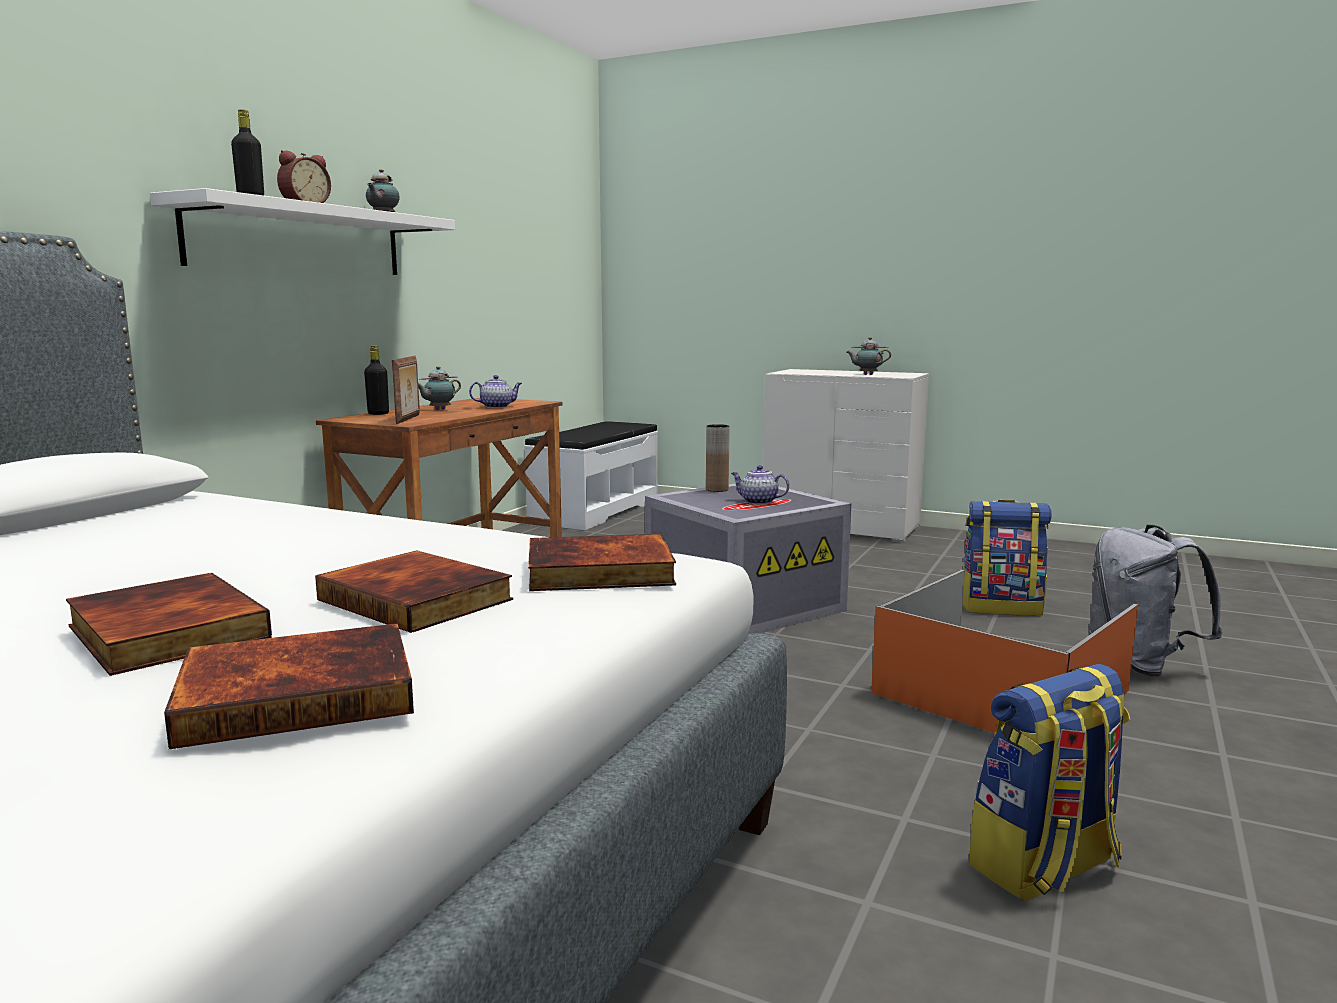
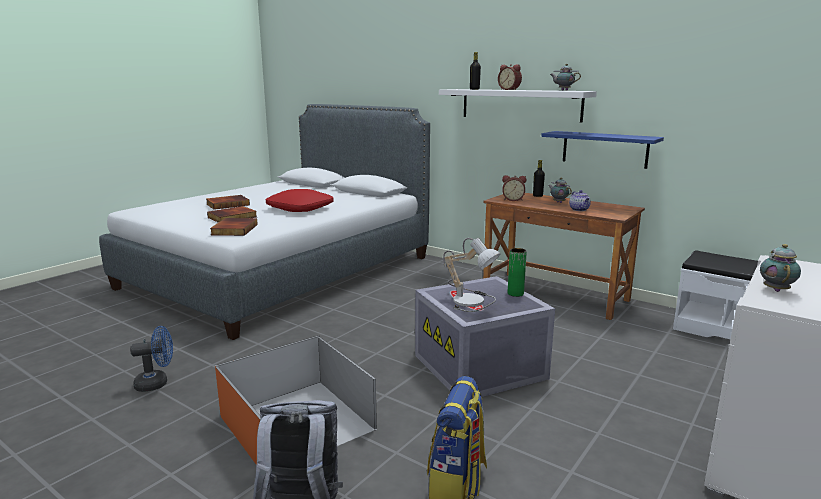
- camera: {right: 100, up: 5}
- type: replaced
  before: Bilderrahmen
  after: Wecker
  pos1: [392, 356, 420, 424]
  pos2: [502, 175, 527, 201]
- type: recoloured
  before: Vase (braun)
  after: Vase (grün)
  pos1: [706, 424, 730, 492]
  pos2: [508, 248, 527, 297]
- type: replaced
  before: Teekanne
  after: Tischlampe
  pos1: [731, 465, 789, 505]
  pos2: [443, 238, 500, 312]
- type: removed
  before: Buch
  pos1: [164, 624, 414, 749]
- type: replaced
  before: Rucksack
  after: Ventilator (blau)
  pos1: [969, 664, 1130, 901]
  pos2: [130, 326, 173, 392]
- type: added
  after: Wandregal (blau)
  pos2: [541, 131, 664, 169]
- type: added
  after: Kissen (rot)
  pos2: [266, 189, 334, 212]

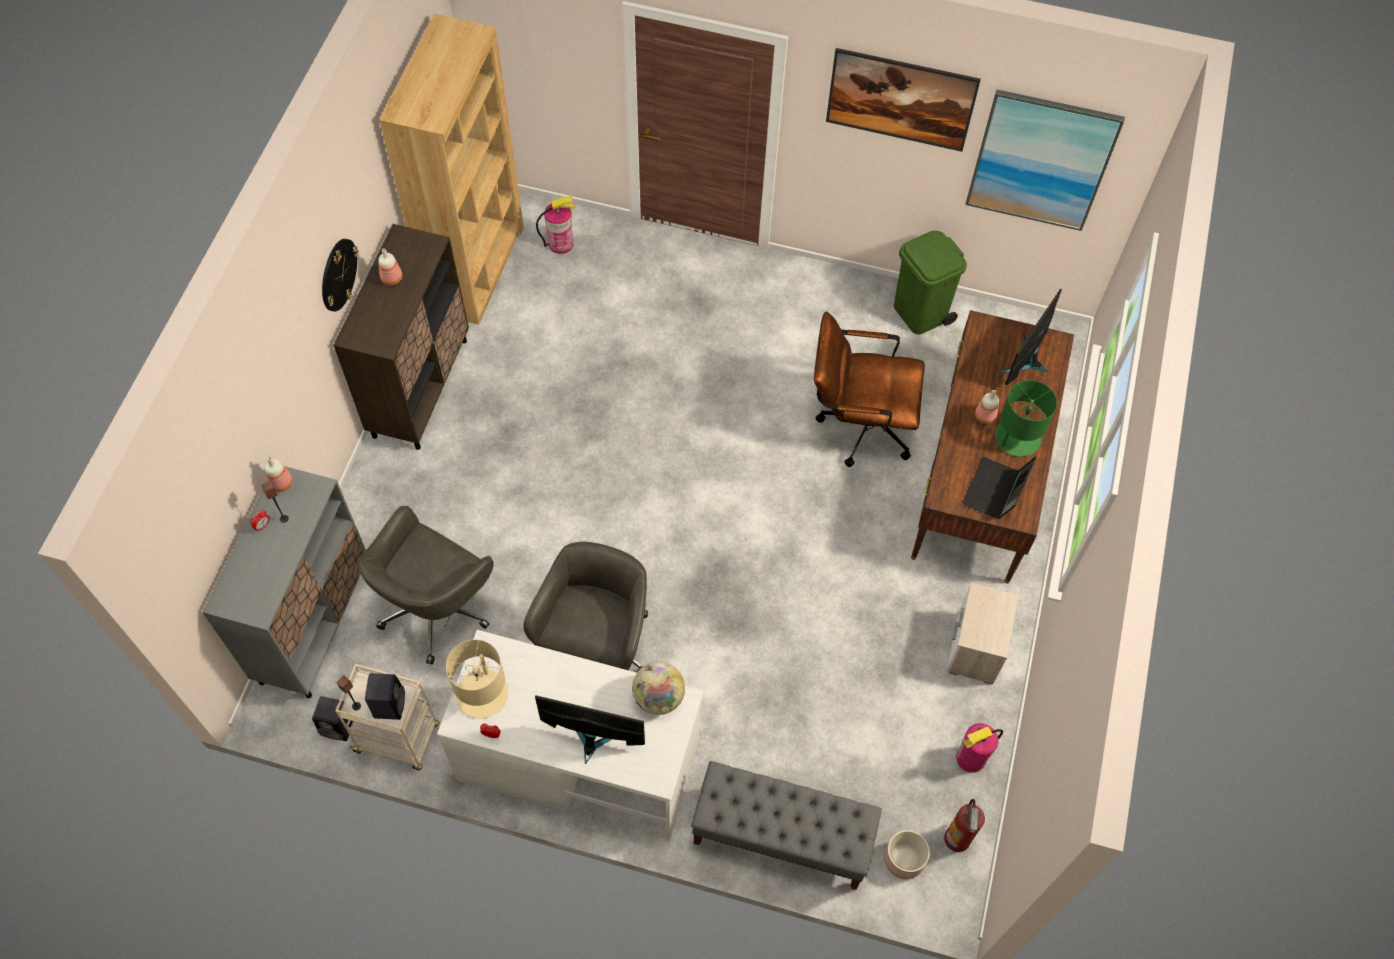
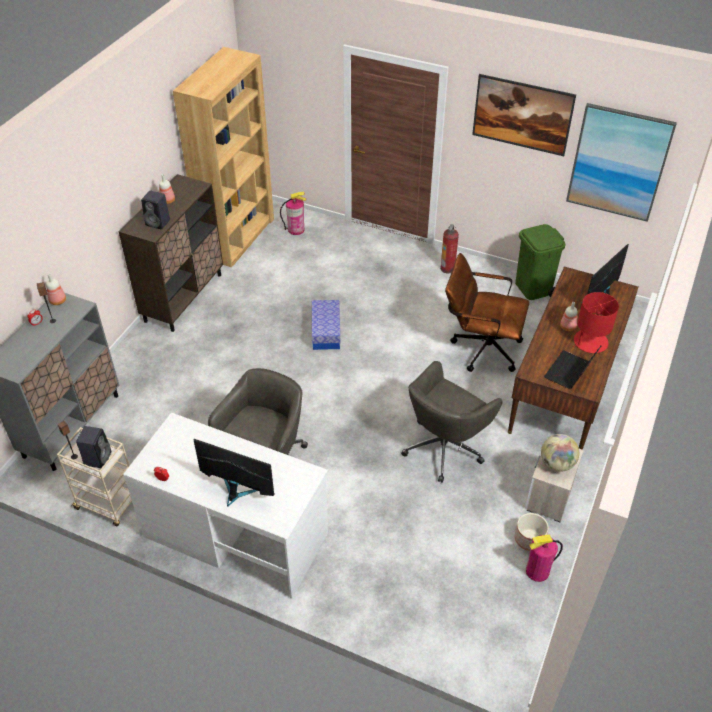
- camera: {right: 10, up: -15}
- type: removed
  before: Wanduhr
  pos1: [322, 239, 358, 312]
- type: recoloured
  before: Tischlampe (grün)
  after: Tischlampe (rot)
  pos1: [995, 380, 1057, 457]
  pos2: [573, 292, 619, 353]
- type: moved
  before: Bürostuhl (grau)
  pos1: [358, 506, 494, 665]
  pos2: [401, 361, 503, 483]
- type: removed
  before: Tischlampe (beige)
  pos1: [446, 639, 508, 719]
- type: moved
  before: Globus
  pos1: [632, 661, 685, 715]
  pos2: [541, 434, 579, 472]
- type: moved
  before: Lautsprecher (schwarz)
  pos1: [312, 696, 353, 741]
  pos2: [141, 191, 170, 229]
- type: removed
  before: Bank (grau)
  pos1: [691, 761, 882, 890]
- type: moved
  before: Feuerlöscher
  pos1: [944, 799, 985, 852]
  pos2: [440, 224, 459, 273]
- type: moved
  before: Pflanzkübel
  pos1: [884, 830, 930, 879]
  pos2: [515, 513, 549, 551]
- type: added
  after: Aufbewahrungsbox
  pos2: [312, 300, 340, 350]

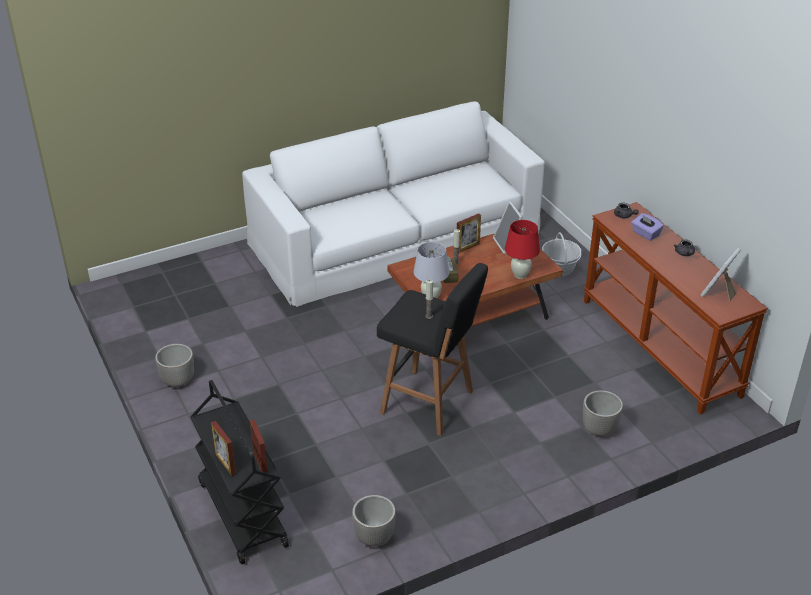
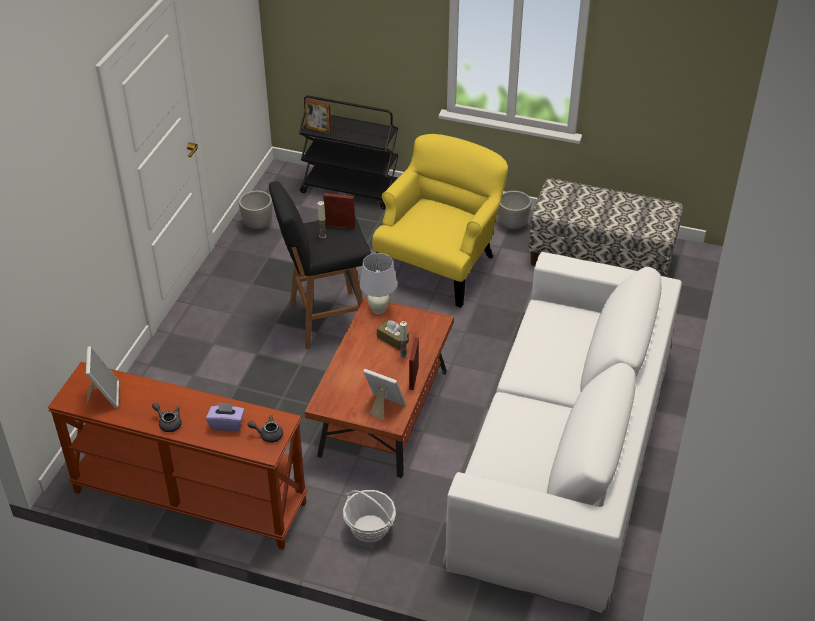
- camera: {right: 135, up: 5}
- type: removed
  before: Tischlampe (rot)
  pos1: [505, 220, 540, 279]
- type: removed
  before: Pflanzkübel
  pos1: [583, 390, 623, 436]
- type: moved
  before: Bilderrahmen
  pos1: [211, 421, 236, 476]
  pos2: [323, 193, 355, 229]
- type: added
  after: Sessel (gelb)
  pos2: [372, 134, 508, 308]
- type: added
  after: Bank
  pos2: [528, 178, 683, 277]

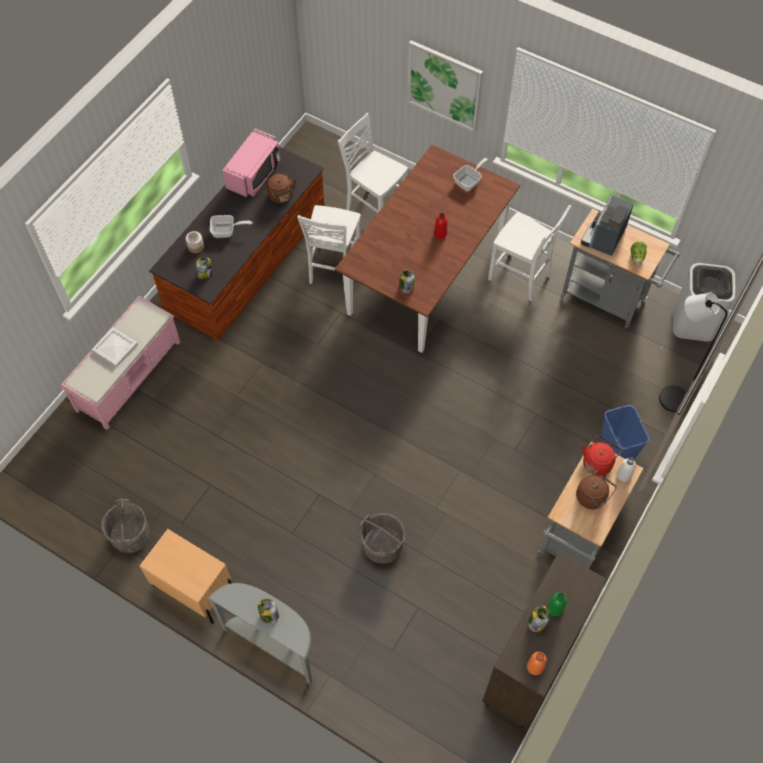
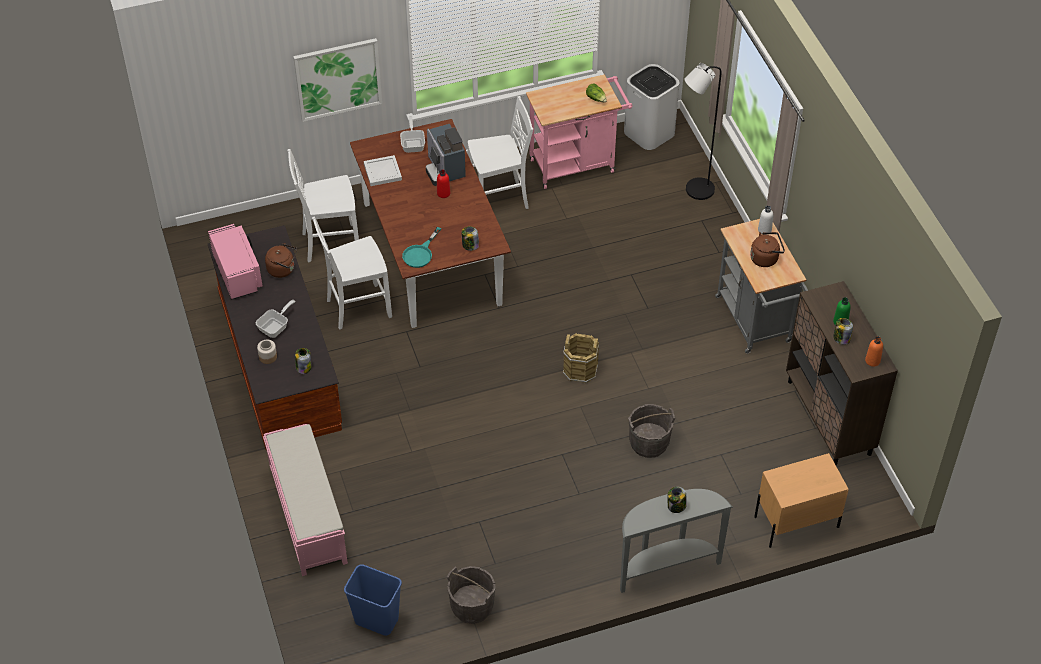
- camera: {right: -50, up: -10}
- type: moved
  before: Kaffeemaschine
  pos1: [581, 194, 634, 256]
  pos2: [426, 124, 466, 186]
- type: turned
  before: Stuhl (weiß)
  pos1: [297, 205, 361, 284]
  pos2: [312, 217, 392, 330]
  turn: 105
- type: recoloured
  before: Rollwagen (grau)
  after: Rollwagen (rosa)
  pos1: [561, 209, 680, 329]
  pos2: [526, 74, 633, 189]
- type: moved
  before: Tablett (weiß)
  pos1: [91, 327, 138, 367]
  pos2: [364, 155, 402, 186]
- type: moved
  before: Mülleimer (blau)
  pos1: [600, 405, 649, 460]
  pos2: [344, 564, 402, 636]
- type: removed
  before: Wasserkessel (rot)
  pos1: [581, 435, 622, 476]
- type: moved
  before: Nachttisch (beige)
  pos1: [140, 529, 232, 624]
  pos2: [754, 453, 849, 548]
- type: added
  after: Pfanne (türkis)
  pos2: [402, 227, 441, 268]
- type: added
  after: Eimer (braun)
  pos2: [563, 333, 599, 383]

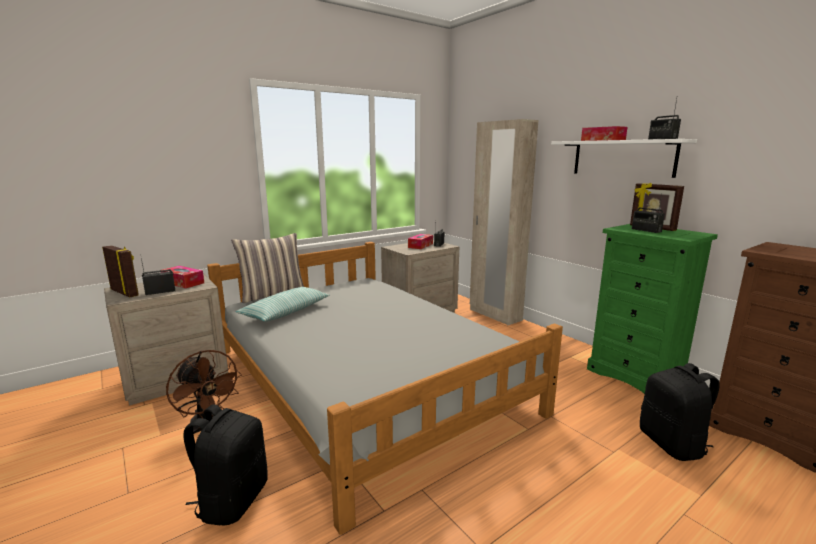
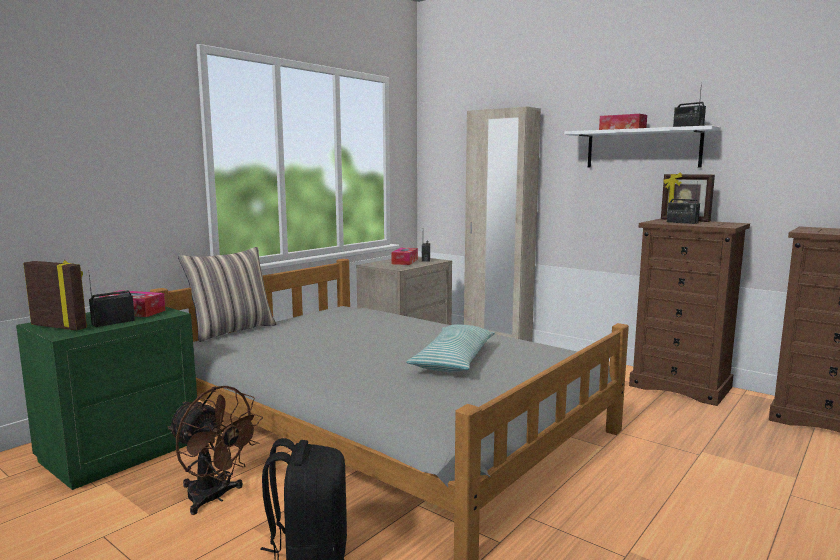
- camera: {right: -15, up: -5}
- type: recoloured
  before: Kommode (grün)
  after: Kommode (braun)
  pos1: [587, 224, 718, 394]
  pos2: [629, 219, 750, 406]
- type: recoloured
  before: Nachttisch (beige)
  after: Nachttisch (grün)
  pos1: [104, 273, 228, 406]
  pos2: [16, 306, 198, 490]
- type: moved
  before: Kissen
  pos1: [236, 287, 330, 322]
  pos2: [406, 324, 495, 373]
- type: removed
  before: Rucksack (schwarz)
  pos1: [640, 363, 720, 461]

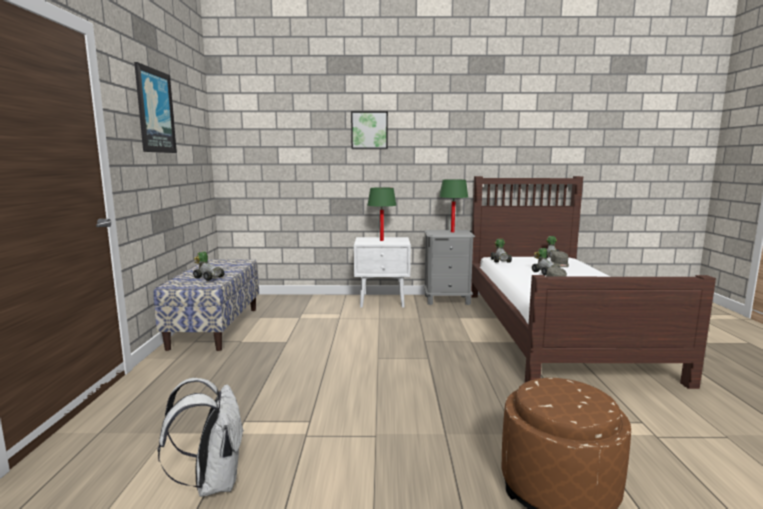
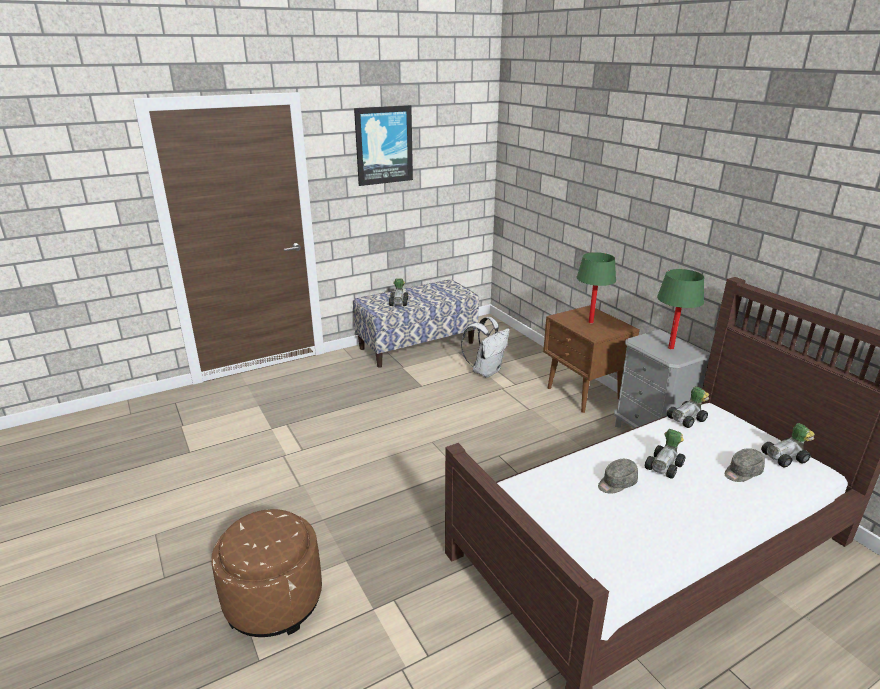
- camera: {right: 60, up: 15}
- type: removed
  before: Bild
  pos1: [351, 111, 388, 149]
- type: recoloured
  before: Nachttisch (weiß)
  after: Nachttisch (braun)
  pos1: [354, 237, 411, 308]
  pos2: [543, 305, 640, 413]
- type: moved
  before: Rucksack (weiß)
  pos1: [157, 378, 244, 497]
  pos2: [461, 317, 509, 378]

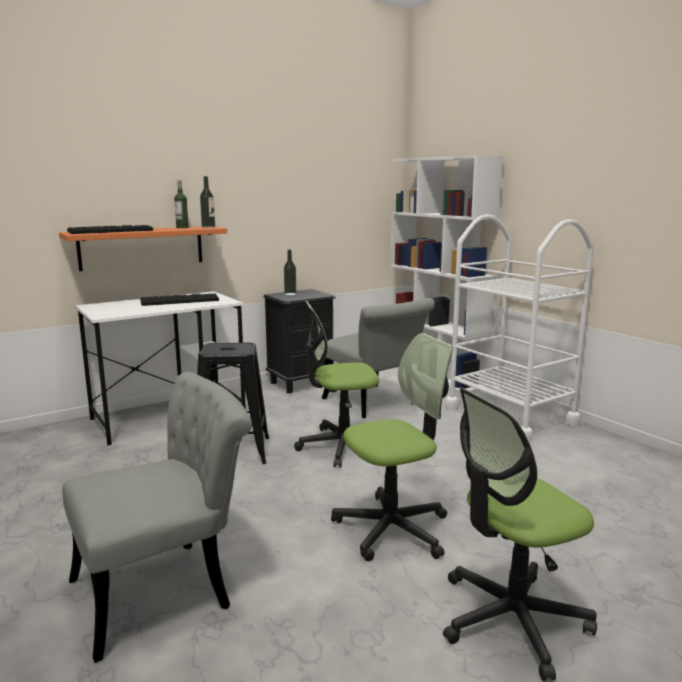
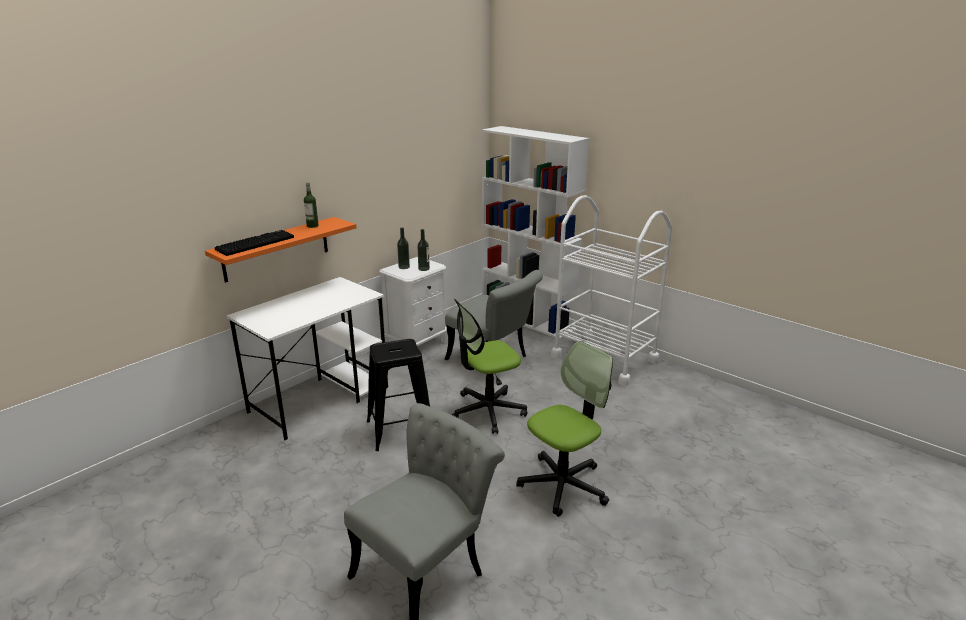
- camera: {right: -15, up: 10}
- type: moved
  before: Flasche
  pos1: [200, 176, 215, 228]
  pos2: [417, 229, 430, 271]
- type: recoloured
  before: Nachttisch (schwarz)
  after: Nachttisch (weiß)
  pos1: [263, 289, 336, 393]
  pos2: [379, 257, 447, 346]
- type: removed
  before: Tastatur
  pos1: [140, 293, 219, 306]
- type: removed
  before: Bürostuhl
  pos1: [443, 388, 597, 681]

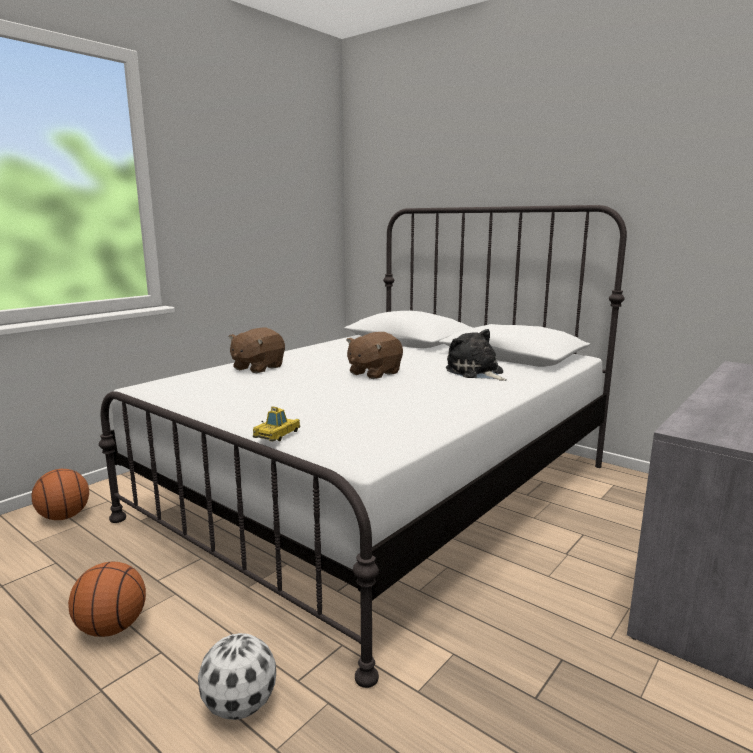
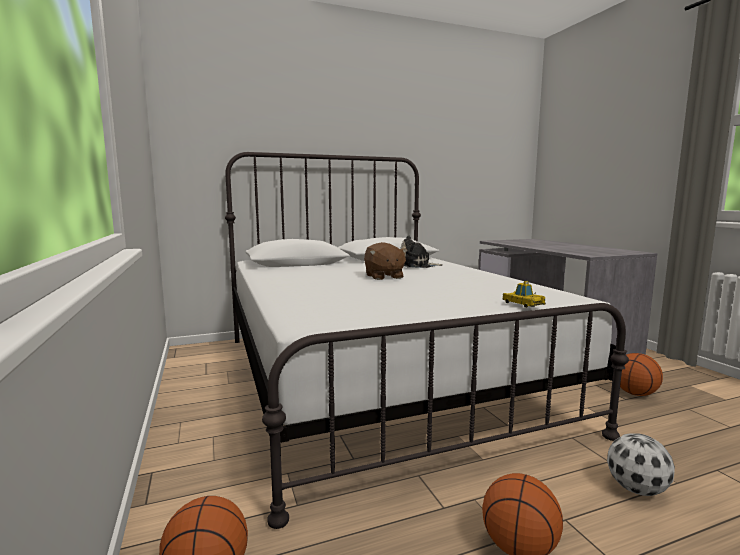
- camera: {right: -60, up: -5}
- type: removed
  before: Plüschtier (braun)
  pos1: [229, 328, 285, 373]
- type: added
  after: Basketball
  pos2: [620, 353, 663, 396]

